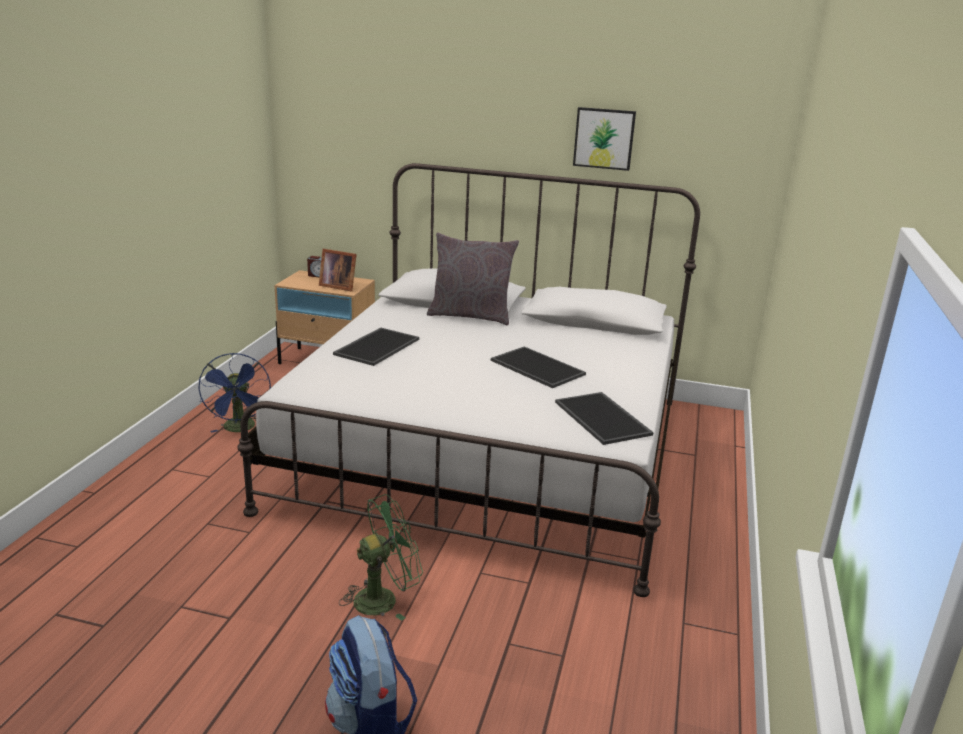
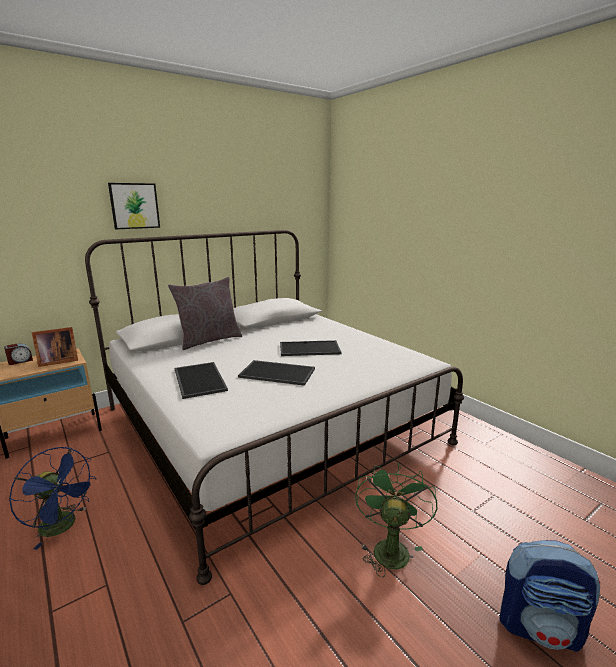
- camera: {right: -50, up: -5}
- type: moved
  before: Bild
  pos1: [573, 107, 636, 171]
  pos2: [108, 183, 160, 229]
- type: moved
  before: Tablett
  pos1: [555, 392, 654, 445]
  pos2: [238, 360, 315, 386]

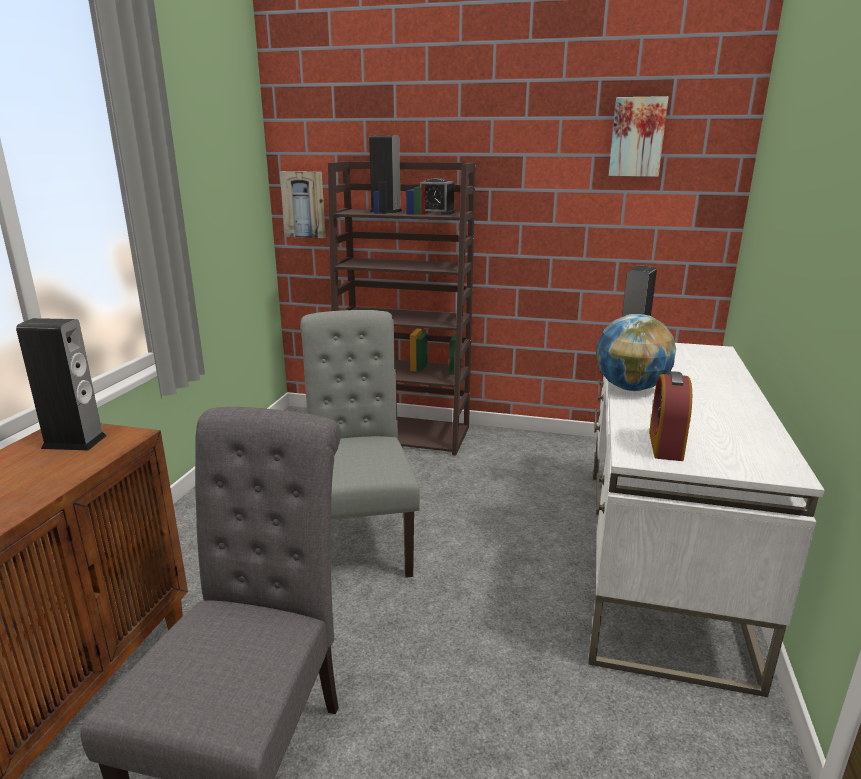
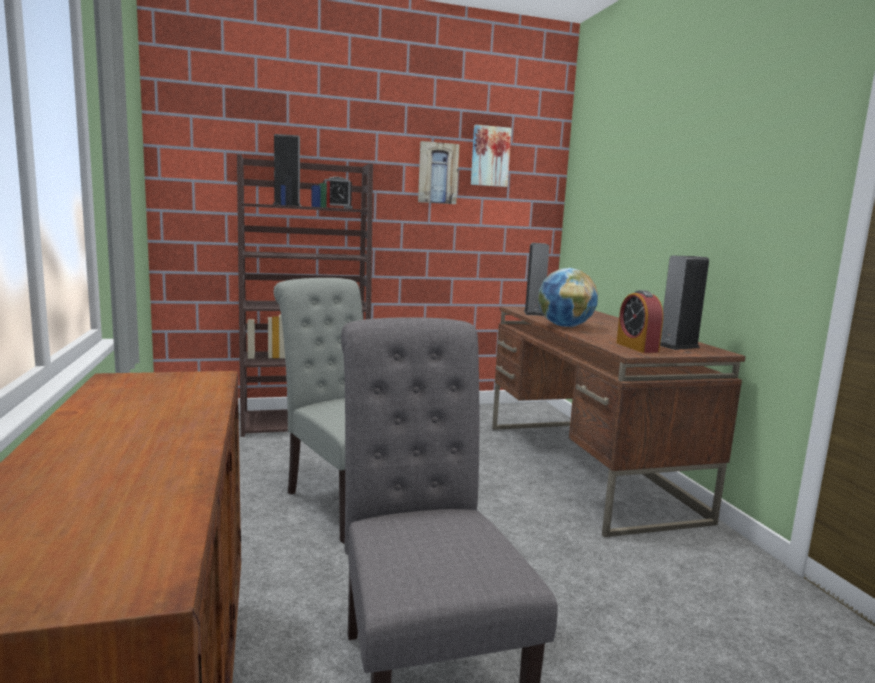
- camera: {right: -30, up: -10}
- type: moved
  before: Bild
  pos1: [280, 171, 326, 238]
  pos2: [418, 141, 460, 204]
- type: moved
  before: Lautsprecher
  pos1: [16, 318, 107, 450]
  pos2: [660, 256, 709, 350]
- type: recoloured
  before: Schreibtisch (weiß)
  after: Schreibtisch (braun)
  pos1: [588, 343, 825, 697]
  pos2: [492, 307, 746, 537]

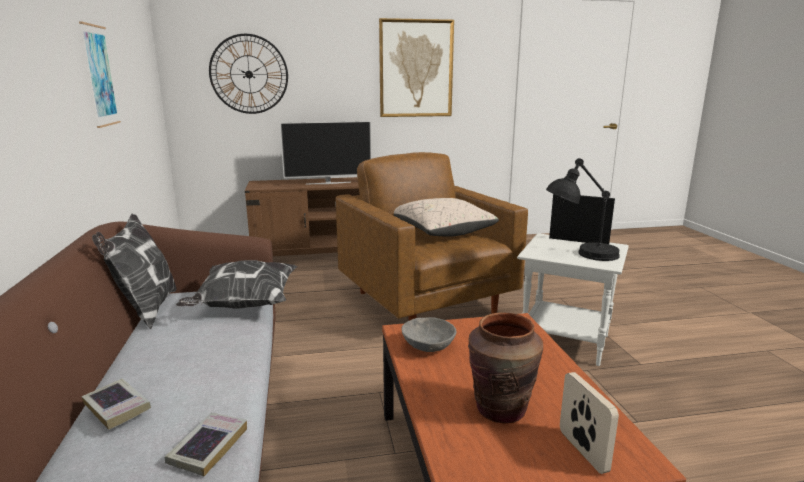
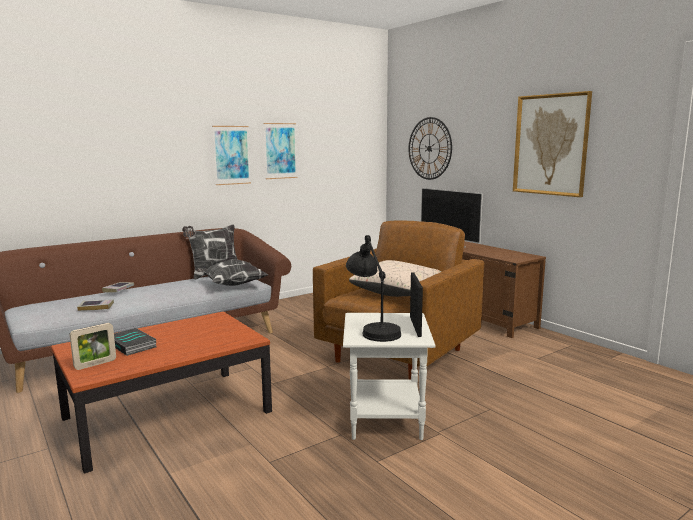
- camera: {right: 65, up: -5}
- type: replaced
  before: Vase (braun)
  after: Buch
  pos1: [468, 312, 543, 424]
  pos2: [114, 328, 156, 356]
- type: removed
  before: Schüssel (grau)
  pos1: [402, 317, 457, 352]
- type: added
  after: Bild
  pos2: [212, 126, 251, 185]

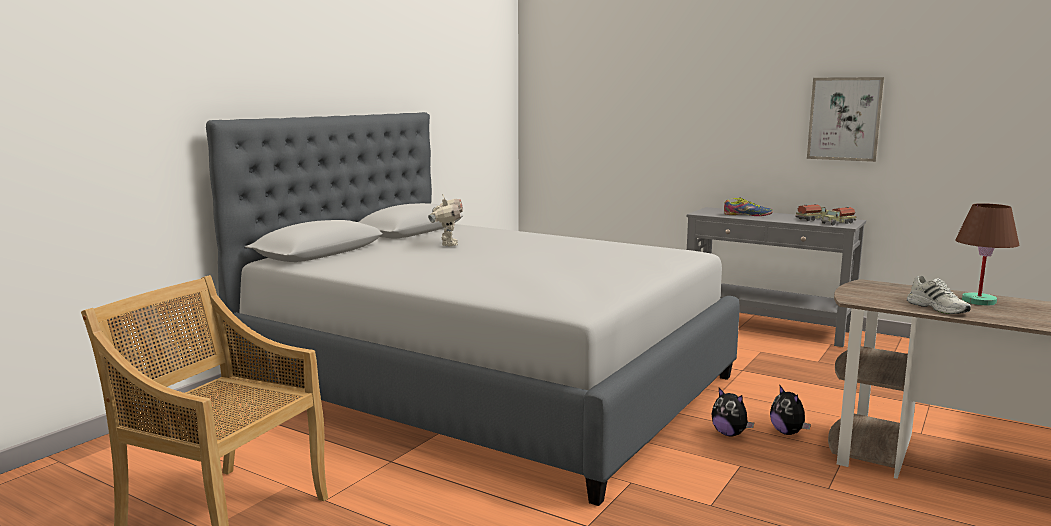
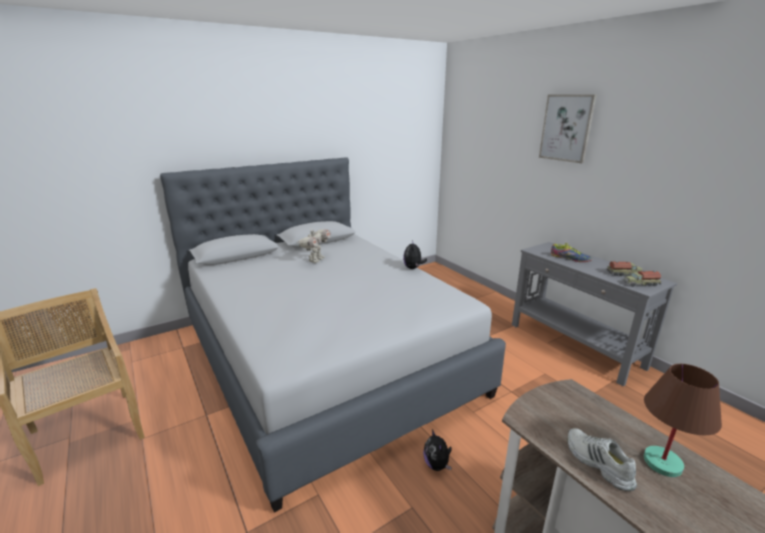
- camera: {right: 25, up: 10}
- type: moved
  before: Bild
  pos1: [807, 77, 885, 162]
  pos2: [539, 94, 597, 164]
- type: turned
  before: Schuh (weiß)
  pos1: [907, 276, 971, 314]
  pos2: [568, 428, 637, 491]
  turn: 150
- type: moved
  before: Plüschtier
  pos1: [770, 386, 811, 435]
  pos2: [403, 240, 427, 269]

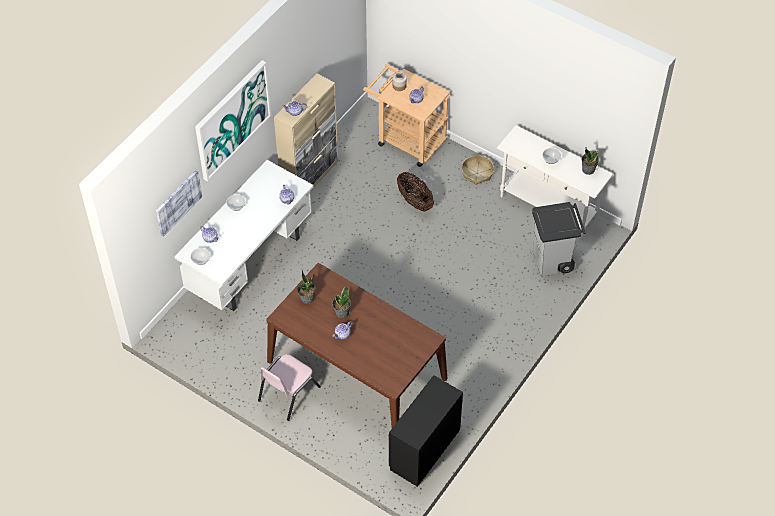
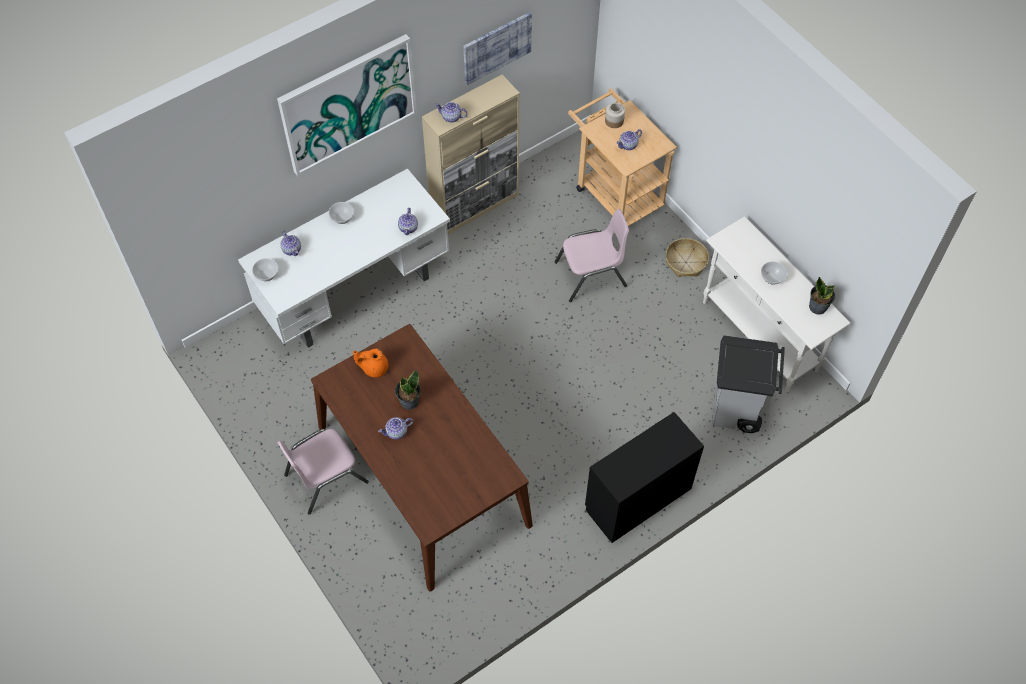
- camera: {right: 20, up: 5}
- type: moved
  before: Bild
  pos1: [156, 170, 202, 237]
  pos2: [463, 12, 532, 85]
- type: replaced
  before: Korb
  after: Stuhl (rosa)
  pos1: [397, 172, 434, 212]
  pos2: [554, 209, 629, 302]
- type: replaced
  before: Topfpflanze
  after: Teekanne (orange)
  pos1: [297, 270, 316, 304]
  pos2: [353, 349, 388, 377]
- type: moved
  before: Kommode (schwarz)
  pos1: [389, 375, 463, 487]
  pos2: [585, 412, 704, 543]

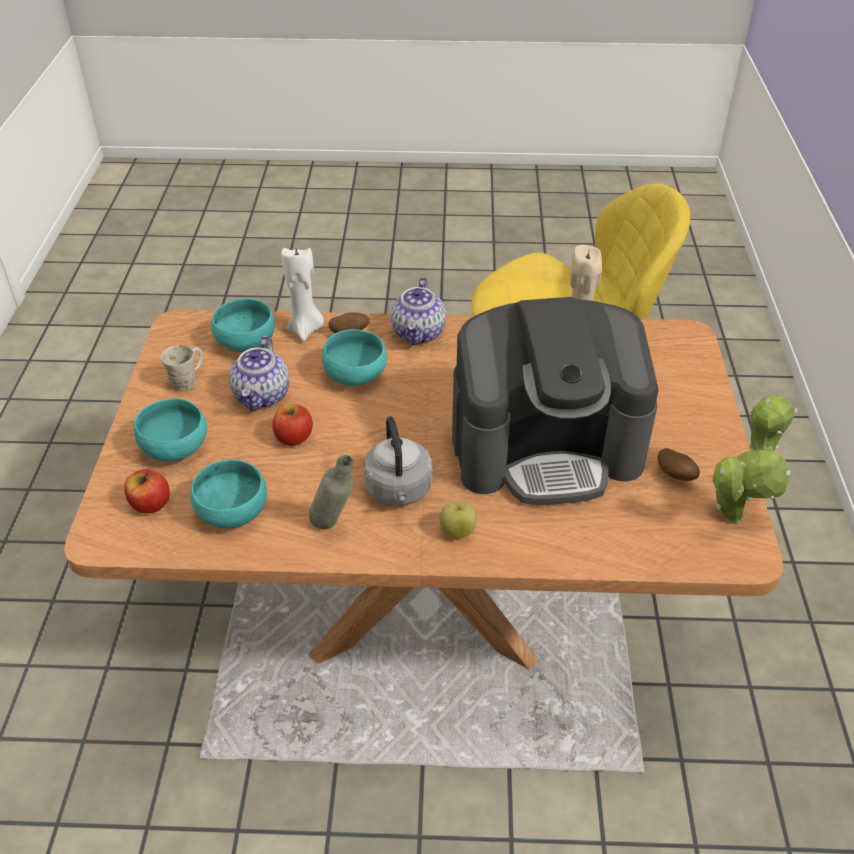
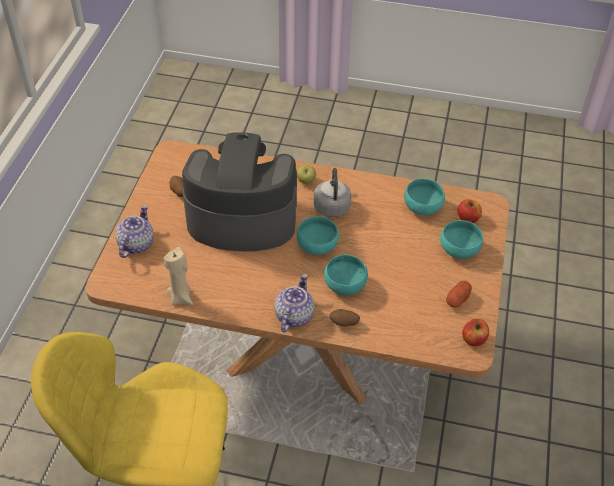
- camera: {right: -170, up: 5}
- type: removed
  before: Kerze (weiß)
  pos1: [281, 248, 324, 341]
- type: moved
  before: Schüssel (türkis)
  pos1: [211, 298, 275, 352]
  pos2: [297, 216, 339, 255]
- type: moved
  before: Teekanne
  pos1: [229, 336, 289, 411]
  pos2: [115, 205, 154, 258]
- type: replaced
  before: Henkelbecher (weiß)
  after: Kartoffel
  pos1: [161, 345, 203, 392]
  pos2: [446, 281, 472, 308]
- type: removed
  before: Topfpflanze
  pos1: [712, 395, 797, 524]
- type: moved
  before: Apfel
  pos1: [273, 404, 313, 446]
  pos2: [462, 319, 489, 346]
- type: removed
  before: Flasche (grau)
  pos1: [309, 455, 354, 530]

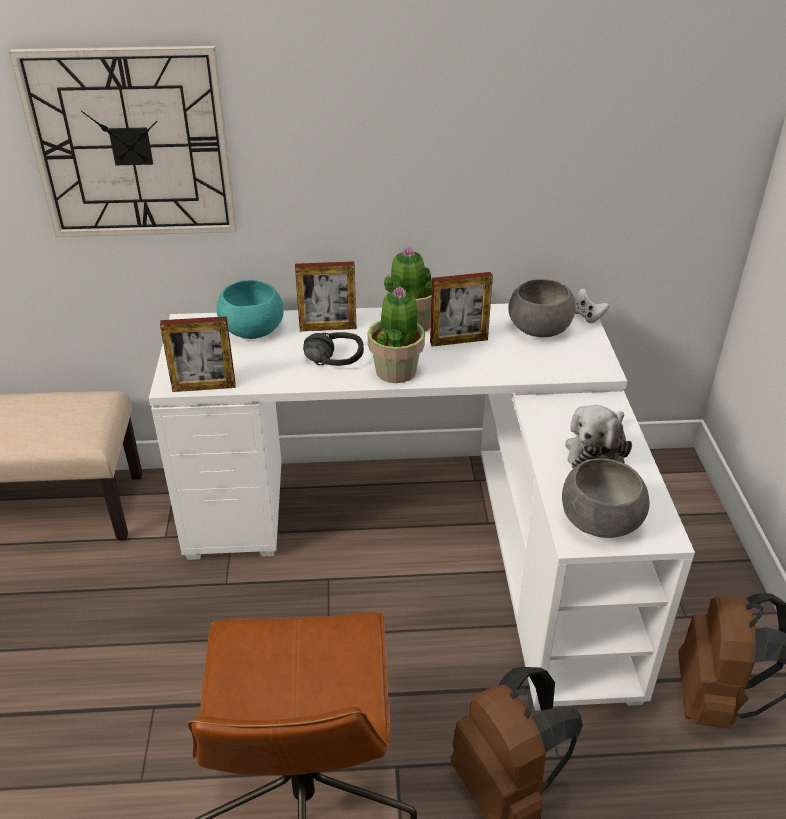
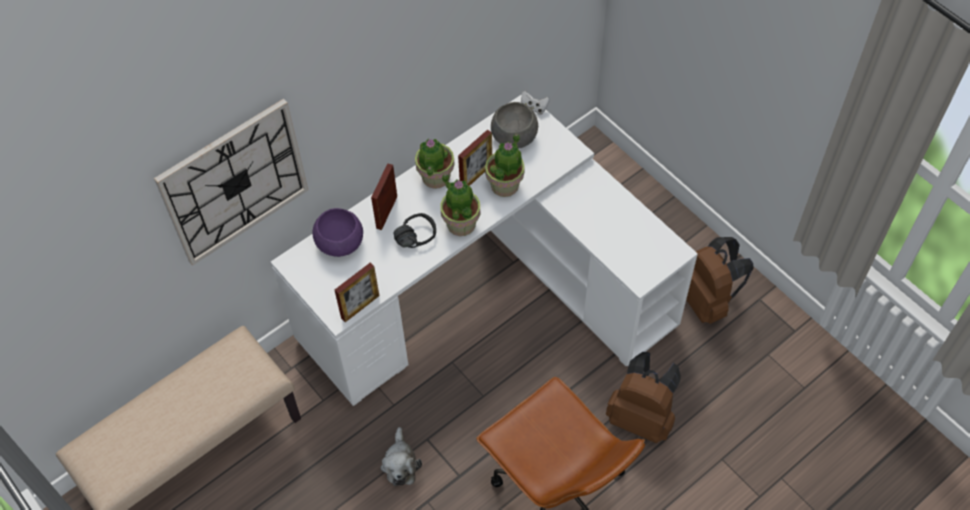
- camera: {right: -35, up: 20}
- type: turned
  before: Bilderrahmen
  pos1: [295, 261, 357, 331]
  pos2: [371, 163, 397, 230]
  turn: 150
- type: recoloured
  before: Schüssel (türkis)
  after: Schüssel (lila)
  pos1: [217, 280, 284, 339]
  pos2: [313, 208, 363, 257]
- type: moved
  before: Plüschtier
  pos1: [565, 405, 632, 468]
  pos2: [381, 427, 422, 486]
- type: removed
  before: Schüssel (grau)
  pos1: [562, 458, 650, 538]
- type: added
  after: Topfpflanze
  pos2: [485, 133, 525, 197]

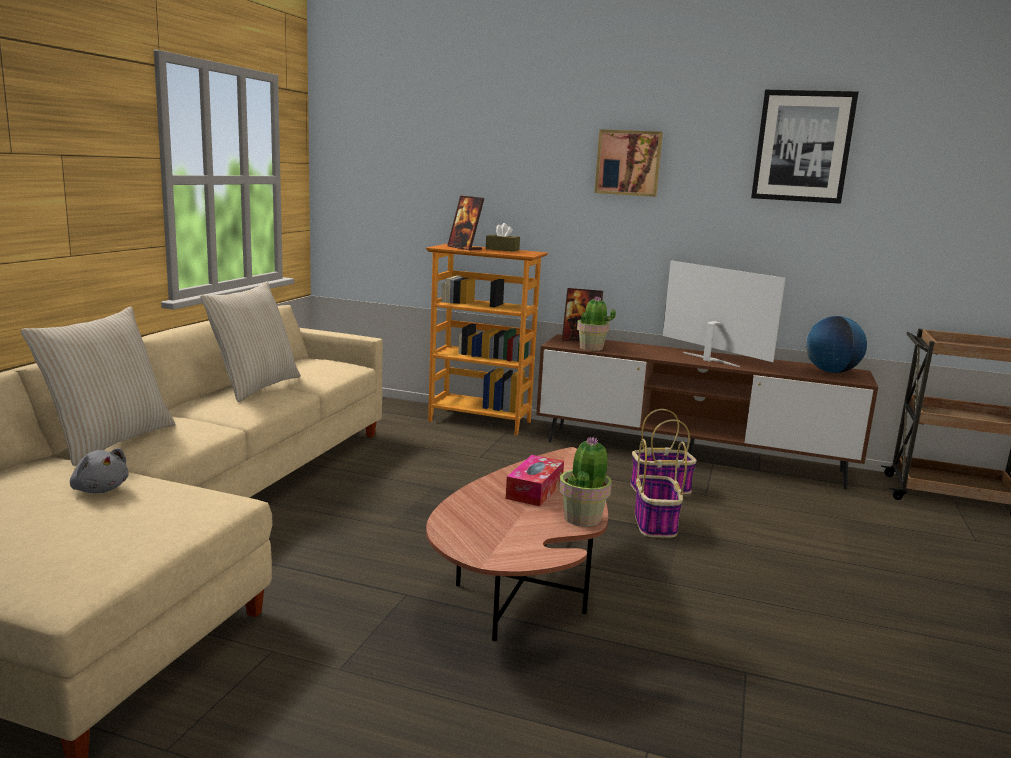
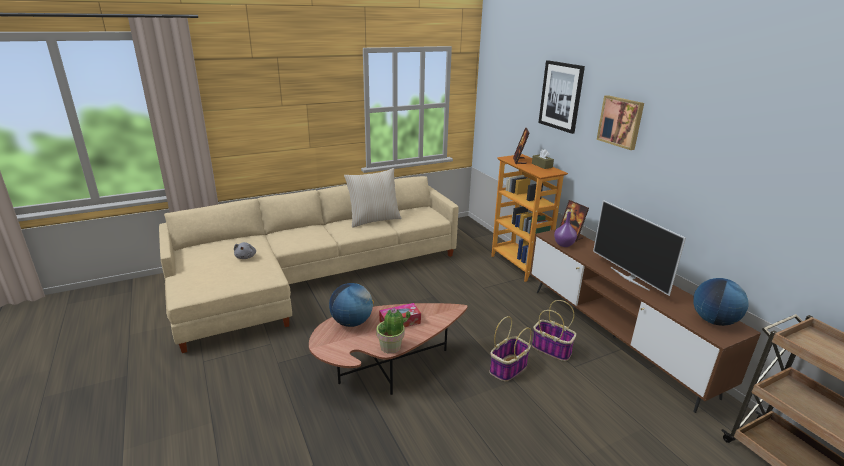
- camera: {right: 45, up: 10}
- type: moved
  before: Bild
  pos1: [751, 90, 859, 204]
  pos2: [538, 60, 585, 134]
- type: turned
  before: Fernseher
  pos1: [663, 260, 785, 367]
  pos2: [593, 200, 686, 296]
  turn: 150
- type: replaced
  before: Topfpflanze
  after: Vase (lila)
  pos1: [577, 296, 616, 351]
  pos2: [554, 212, 577, 247]
- type: removed
  before: Kissen (beige)
  pos1: [21, 307, 176, 466]
- type: added
  after: Globus
  pos2: [329, 283, 374, 327]

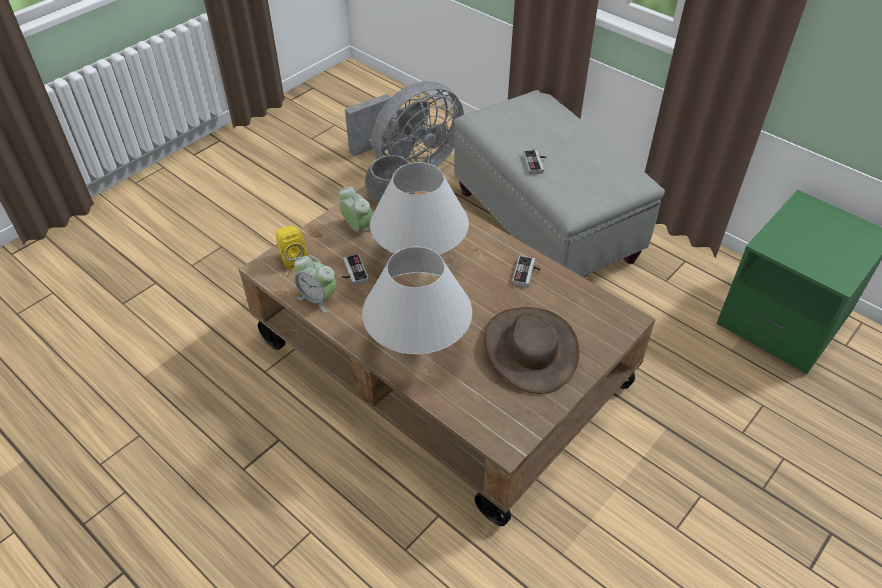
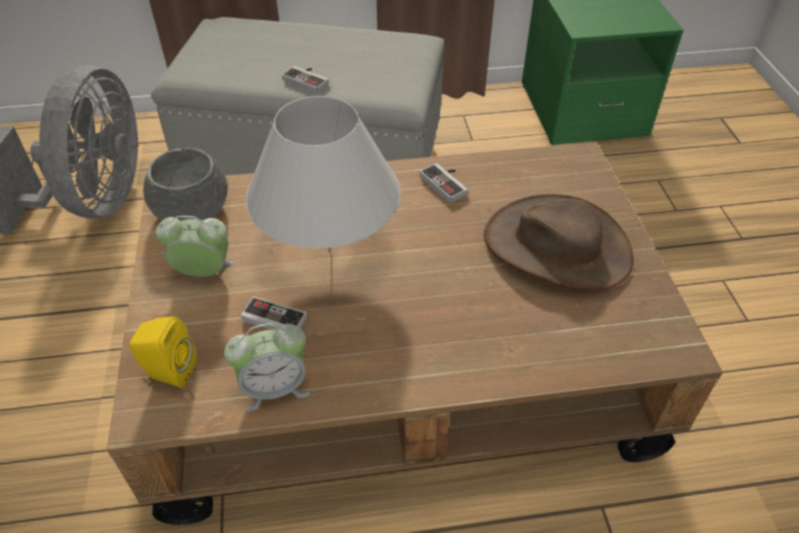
- camera: {right: -50, up: 0}
- type: removed
  before: Tischlampe (weiß)
  pos1: [362, 246, 472, 354]

